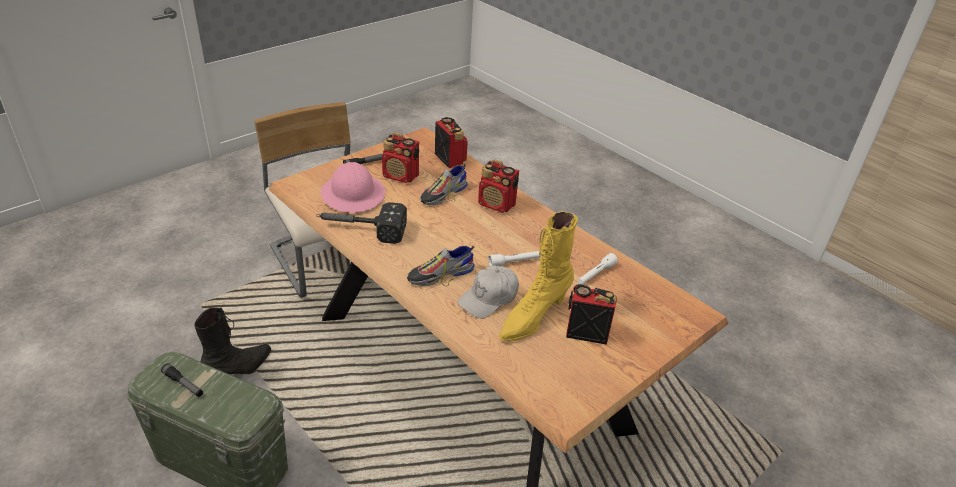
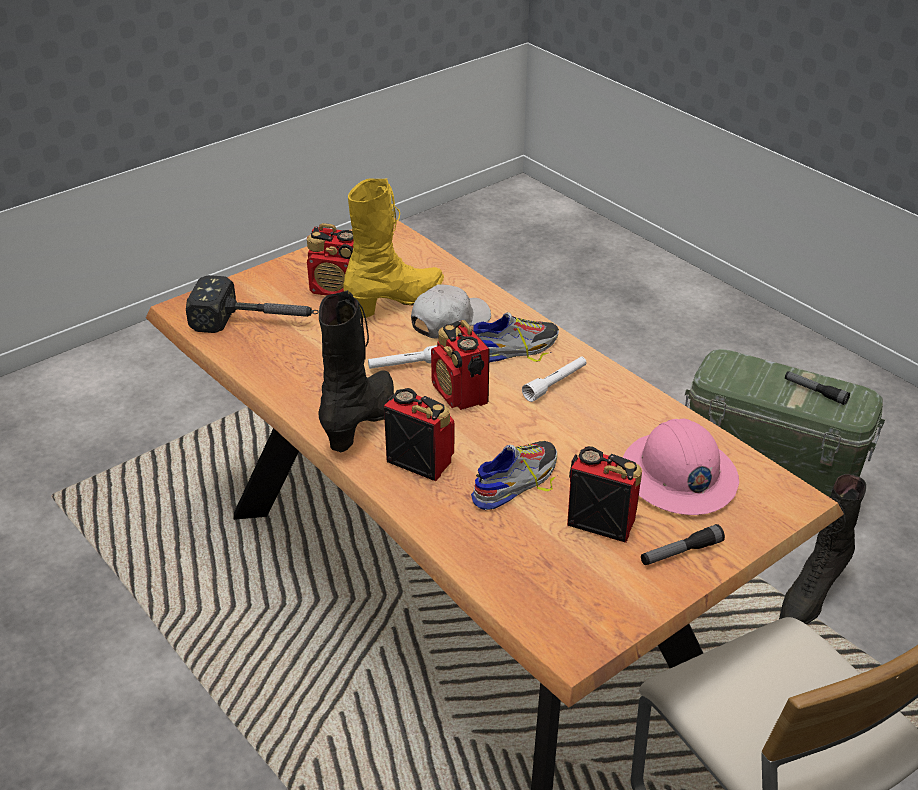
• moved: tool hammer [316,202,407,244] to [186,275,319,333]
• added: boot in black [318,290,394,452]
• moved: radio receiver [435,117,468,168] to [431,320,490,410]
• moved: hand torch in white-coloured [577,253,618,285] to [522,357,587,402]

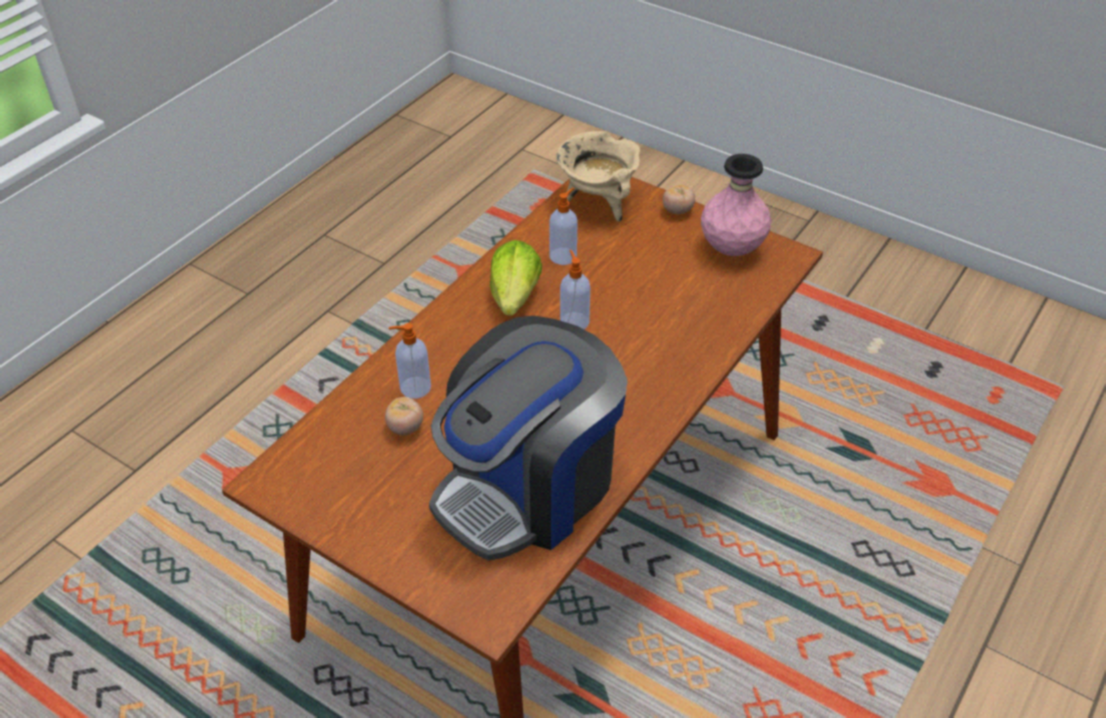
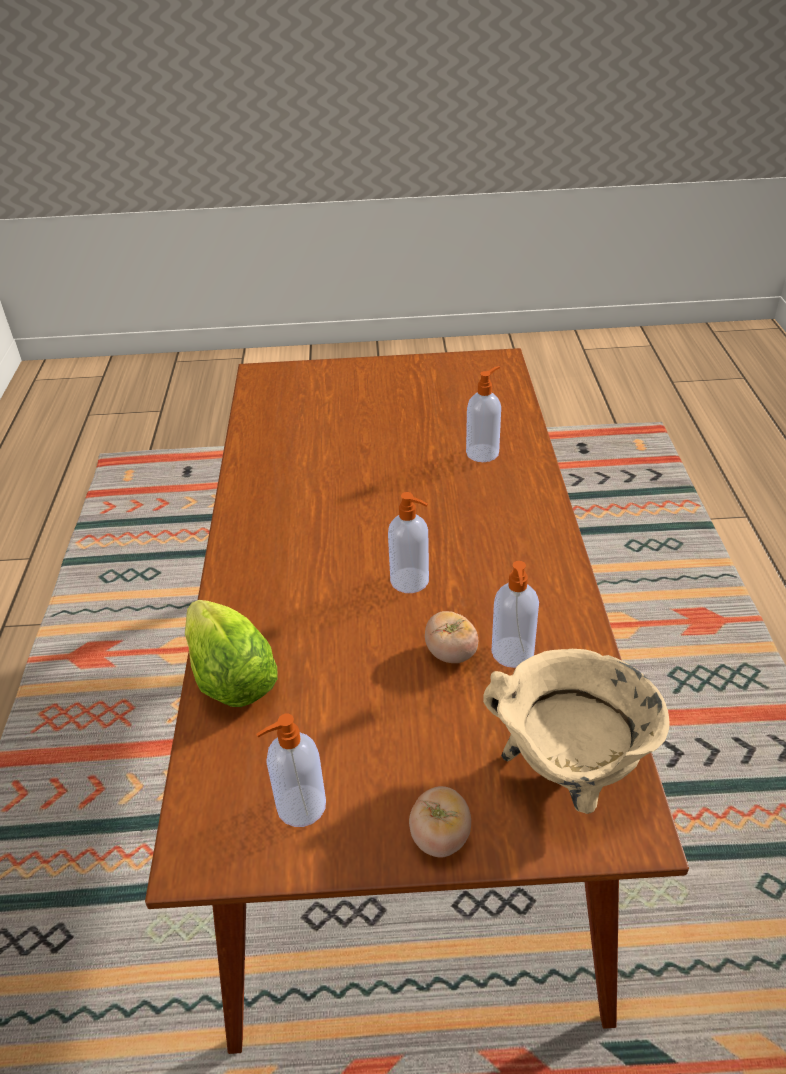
• moved: lettuce [490,240,542,316] to [185,600,278,707]
• replaced: decorative vase in pinkish [701,154,771,256] to liquid soap bottle [256,714,326,827]
• moved: tomato [385,397,423,436] to [425,611,478,663]
• removed: coffee maker [429,316,628,561]

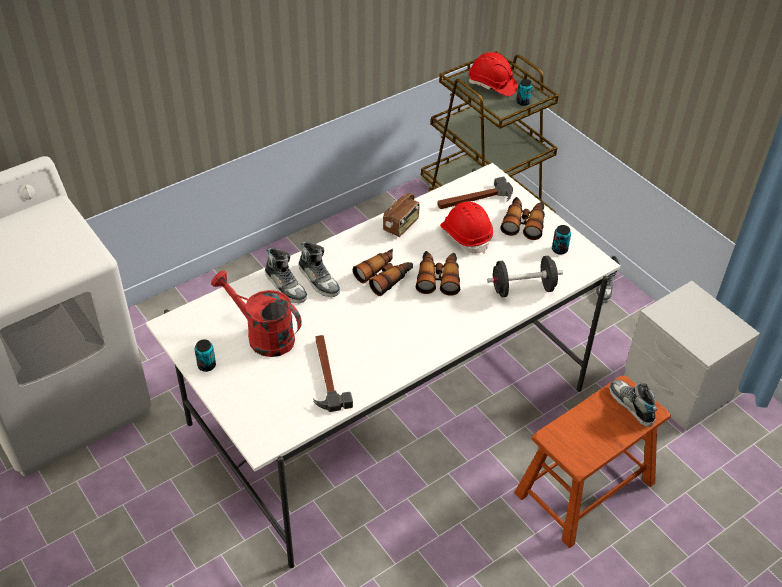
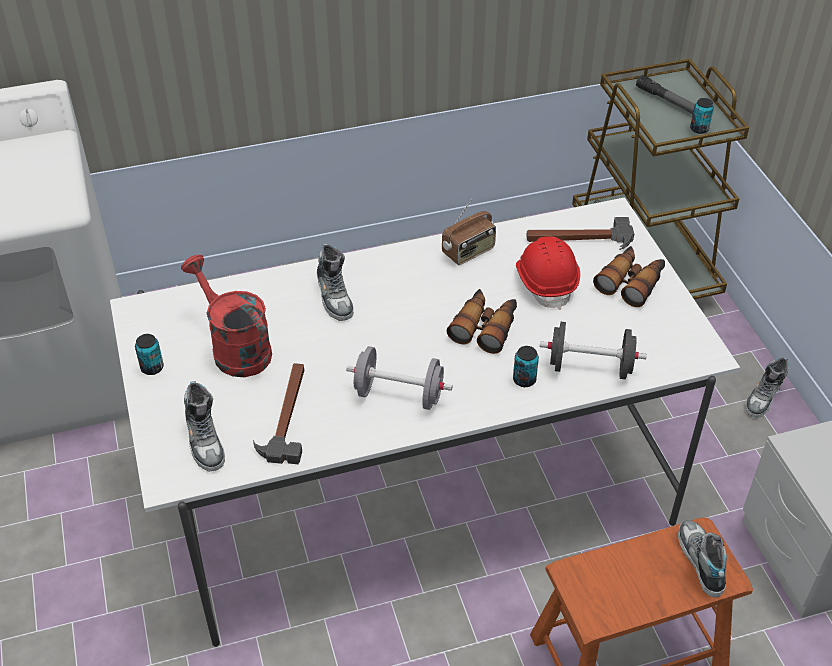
• moved: low shoe [265,248,307,304] to [184,381,225,472]
• added: free weight in grey [346,346,453,410]
• moved: can [552,225,571,255] to [513,346,539,387]
• replaced: safety helmet in reddish [469,52,518,96] to hand torch [636,75,695,114]
• removed: binoculars [353,249,413,296]

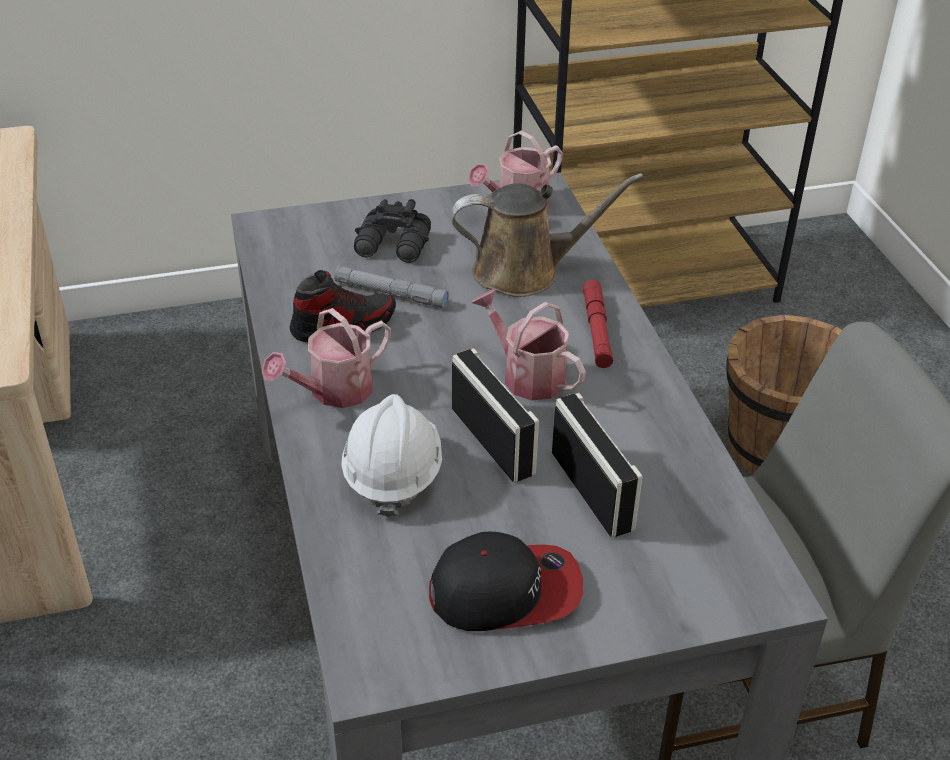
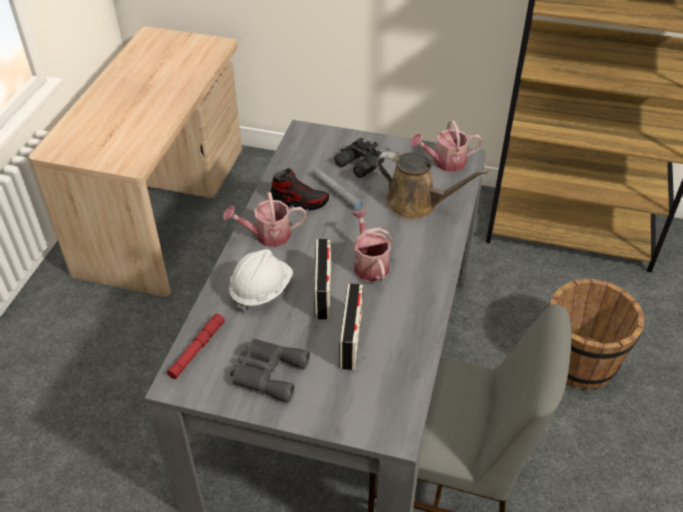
• moved: hand torch in reddish [583,280,613,368] to [167,313,225,379]
• replaced: peaked cap [429,532,583,631] to binoculars in grey [230,339,310,403]

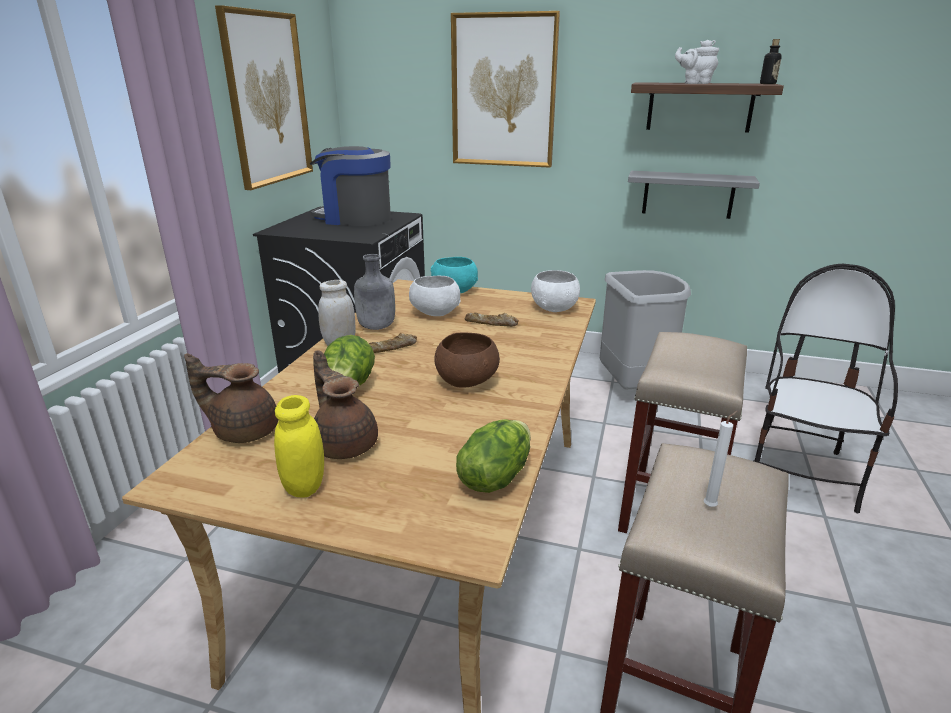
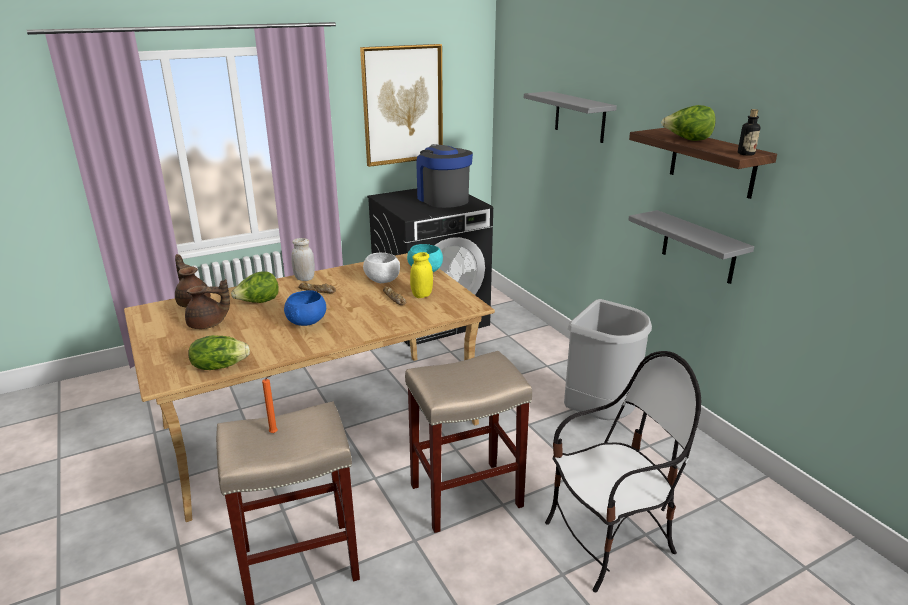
• turned: tea pot in brownish [313,350,378,459] = [185,279,230,329] 75 degrees clockwise
• recoloured: candle in white-coloured [704,411,738,507] to candle in orange [262,375,278,433]
• recoloured: serving bowl in brownish [434,333,500,388] to serving bowl in blue-coloured [284,290,326,326]
• moved: storage jar in yellow [274,395,324,498] to [410,252,433,298]
• replaced: picture [451,11,560,168] to wall shelf in grey [524,91,617,143]
• replaced: tea pot in white-coloured [675,39,719,84] to lettuce [661,105,716,141]
• removed: beverage bottle in grey [354,254,395,330]
• removed: serving bowl in white-coloured [531,270,580,312]

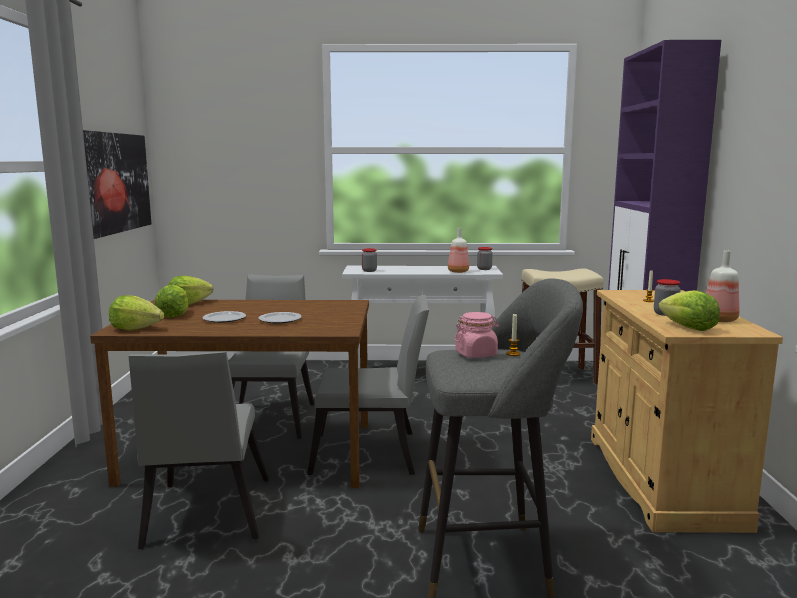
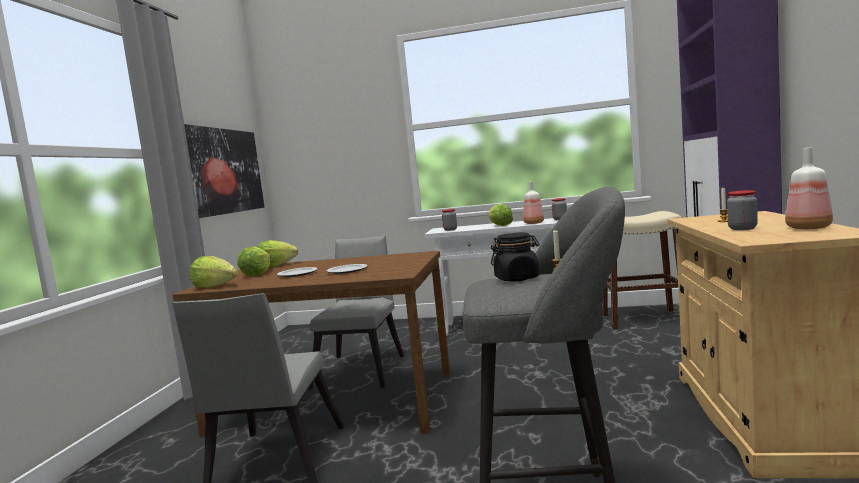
• moved: lettuce [658,290,720,331] to [488,204,513,226]
• recoloured: storage jar in pinkish [455,312,499,358] to storage jar in black [491,232,540,281]
• removed: plain chair in grey [307,295,429,475]

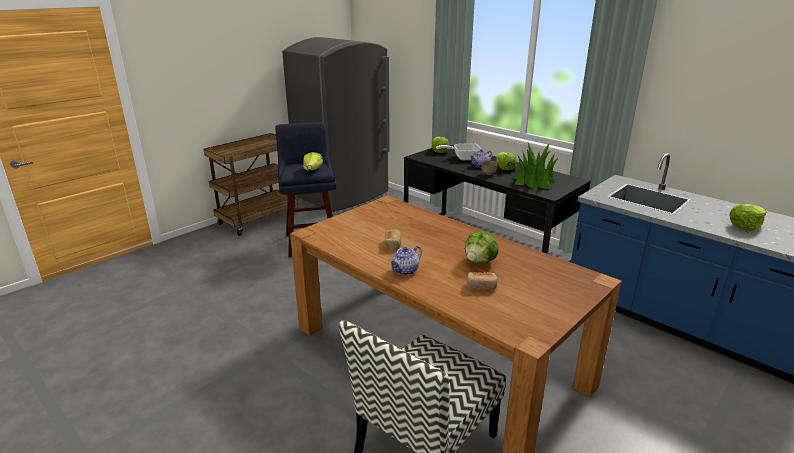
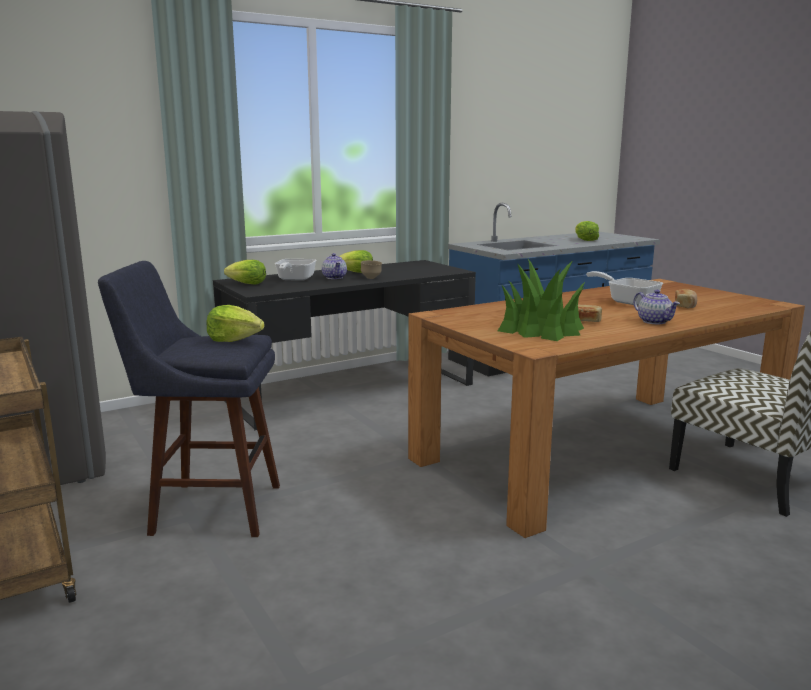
• moved: potted plant [514,143,558,189] to [498,259,585,341]
• replaced: lettuce [465,231,499,264] to skillet [586,271,663,306]

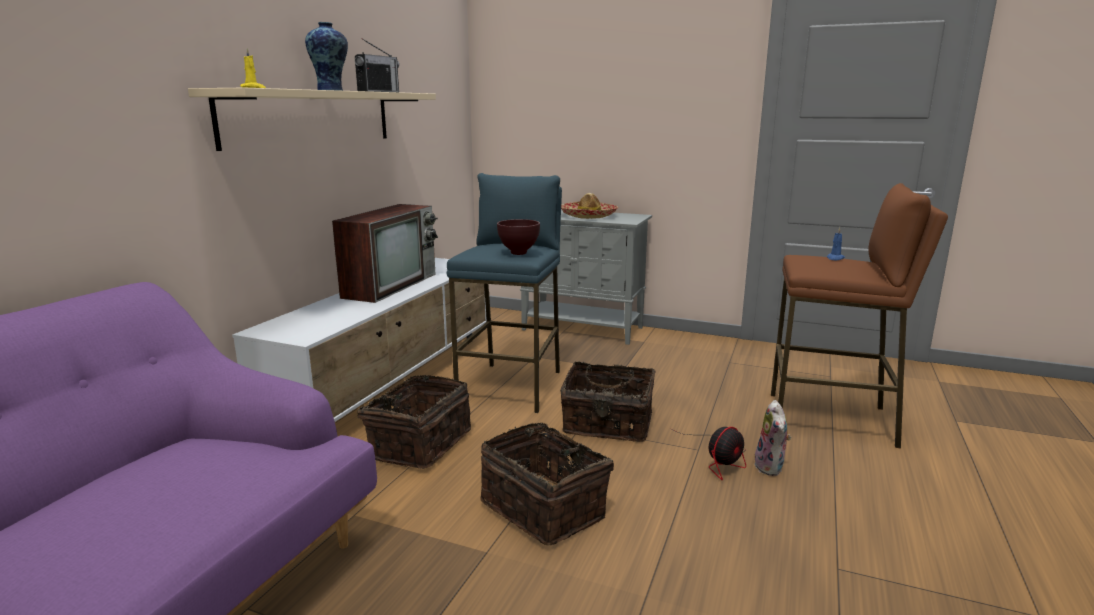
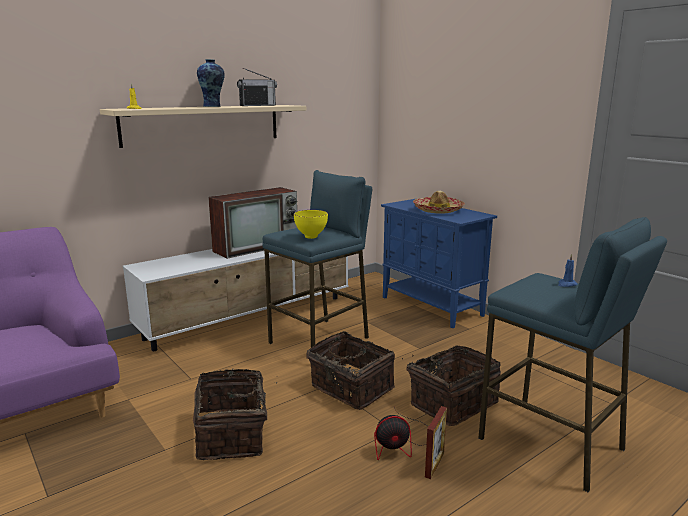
• recoloured: serving bowl in brownish [497,219,540,255] to serving bowl in yellow [294,210,328,239]
• recoloured: cabinet in grey [520,209,652,345] to cabinet in blue-coloured [381,199,497,328]
• moved: household basket [348,375,471,469] to [401,345,501,426]
• replaced: plush toy [754,400,791,476] to photo frame [425,406,447,479]
• recoloured: sitting stool in brownish [771,183,948,449] to sitting stool in blue-coloured [478,217,667,492]

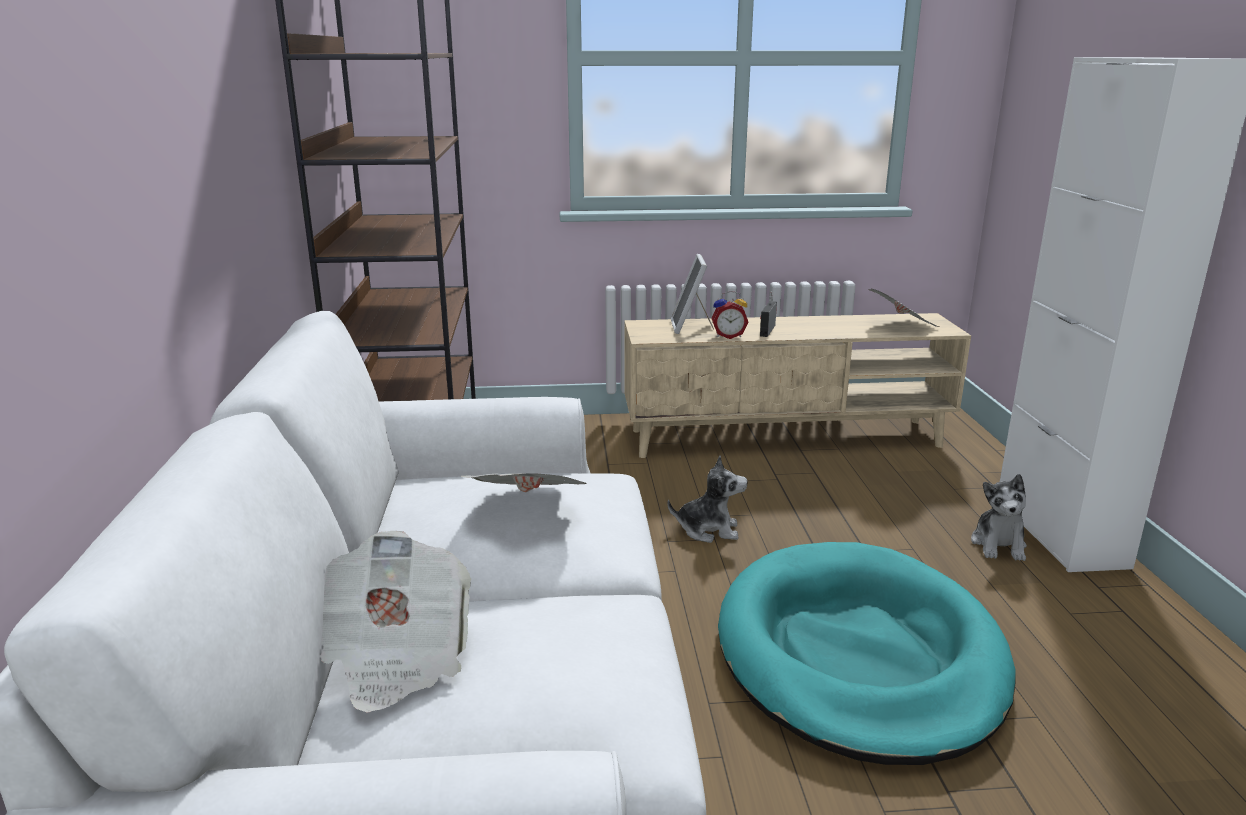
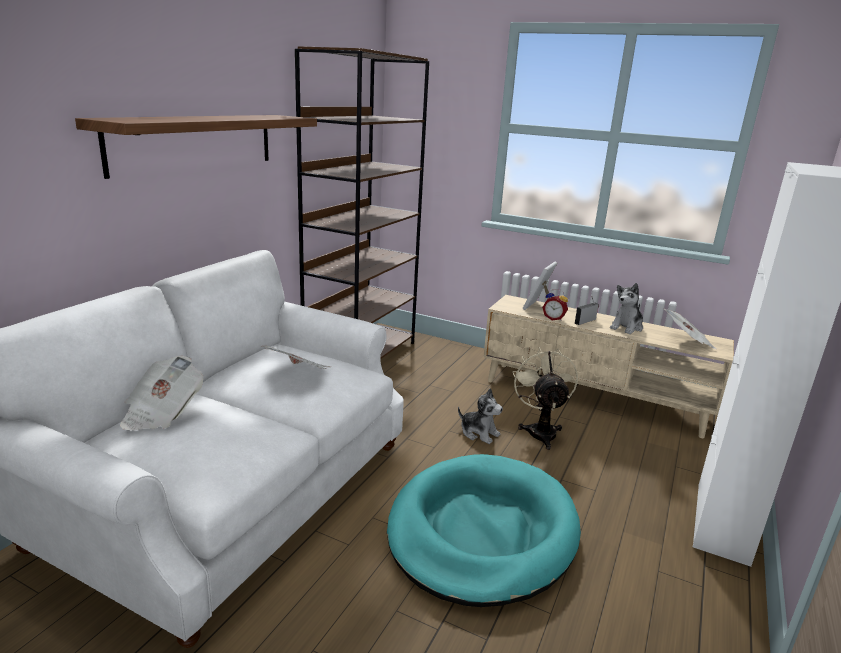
• added: wall shelf [75,115,317,179]
• added: fan in sand-coloured [513,347,578,450]
• moved: plush toy [971,474,1027,561] to [610,283,643,334]

